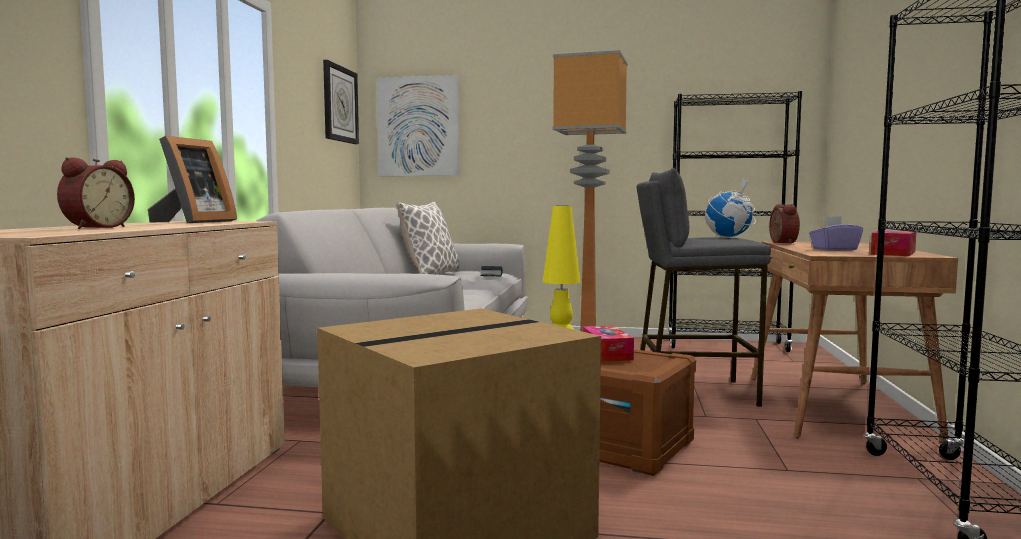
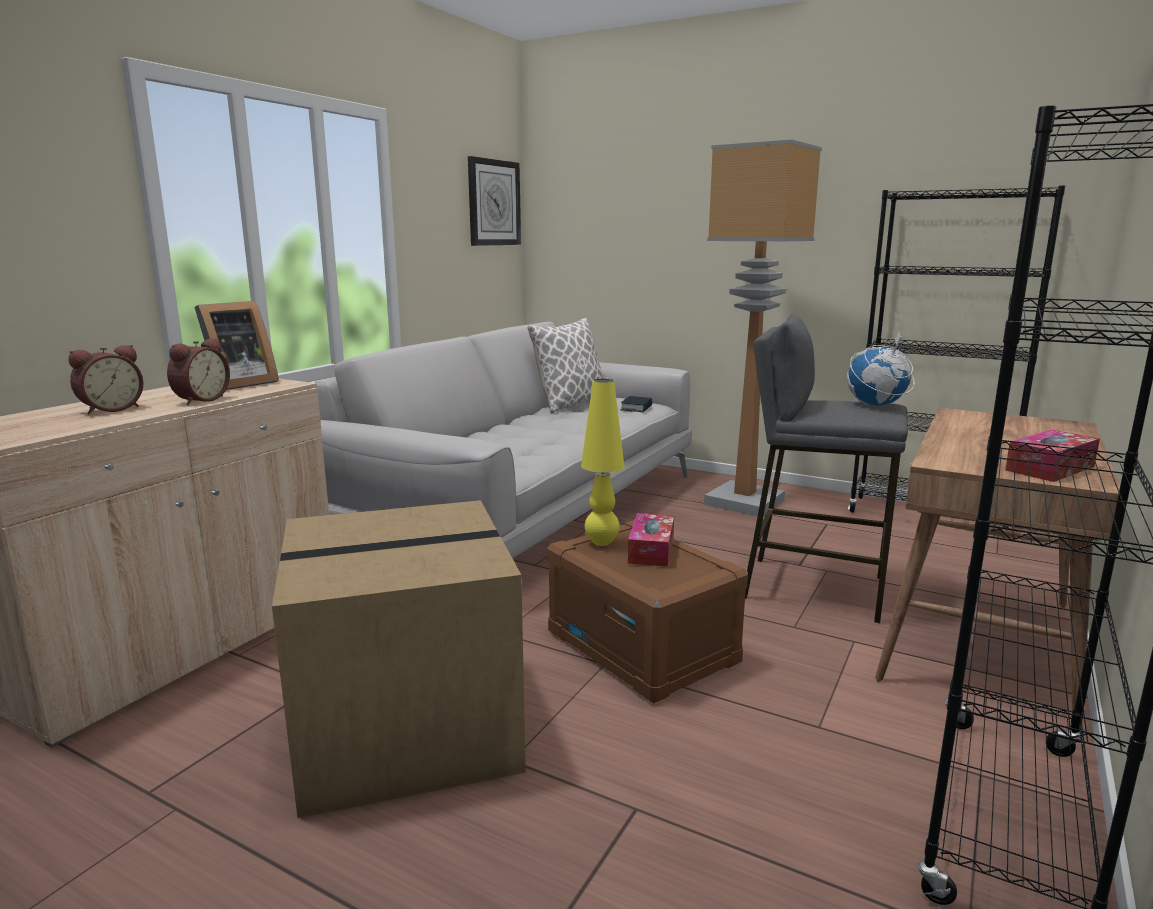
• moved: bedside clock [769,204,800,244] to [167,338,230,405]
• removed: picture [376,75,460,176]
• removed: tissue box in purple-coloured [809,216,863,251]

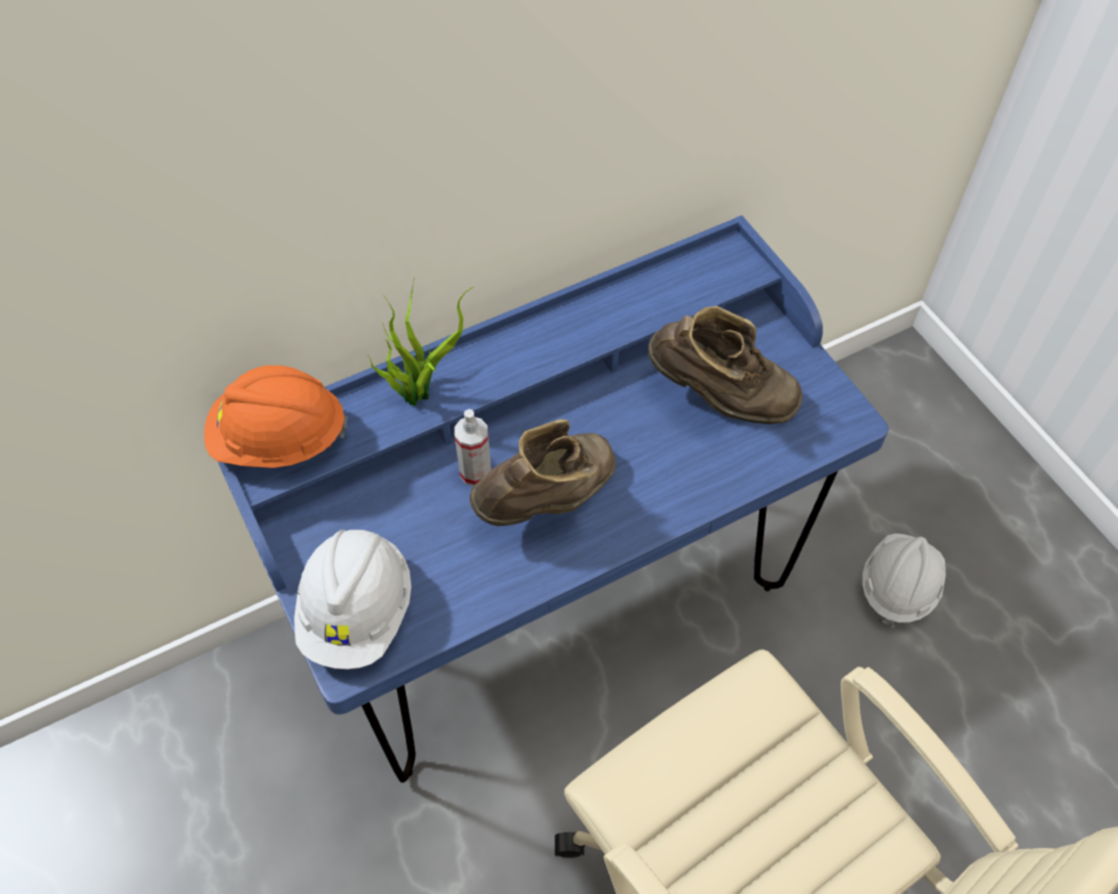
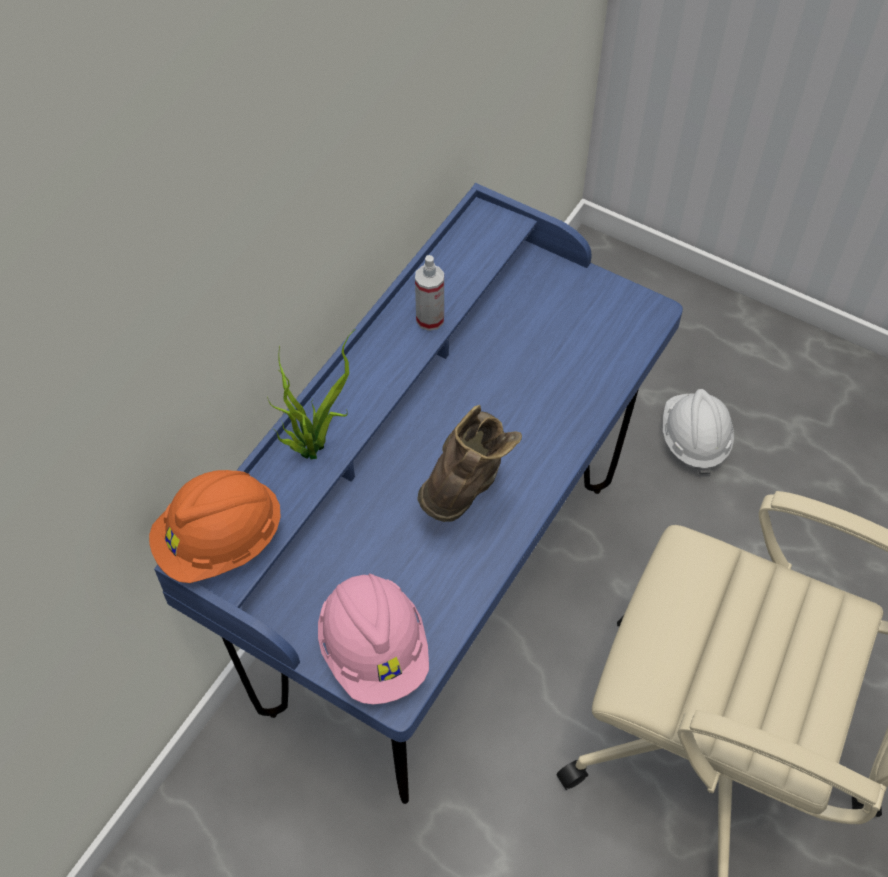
• recoloured: safety helmet in white-coloured [294,529,411,669] to safety helmet in pinkish [318,574,429,704]
• moved: sprayer [454,409,491,486] to [415,255,444,331]
• removed: boot in brownish [648,306,803,424]

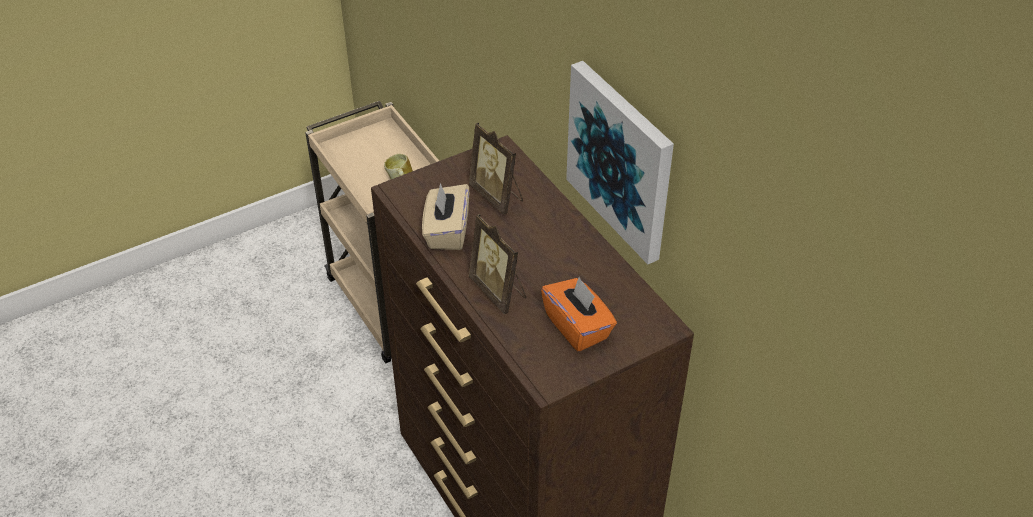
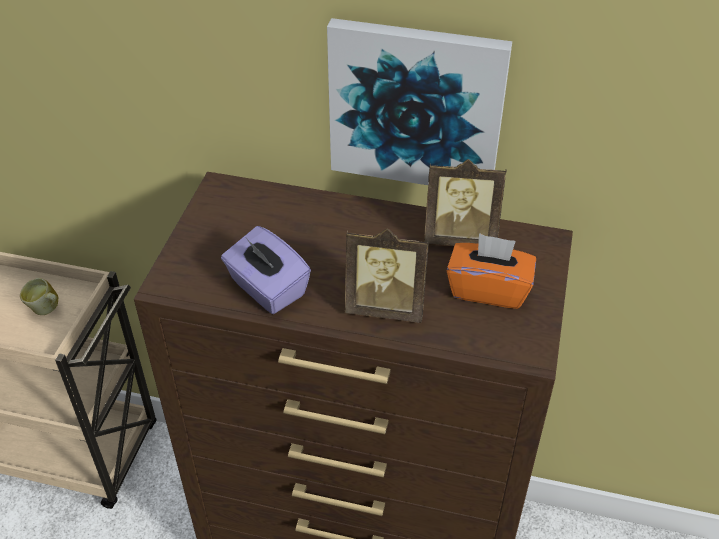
• recoloured: tissue box in sand-coloured [422,183,469,250] to tissue box in purple-coloured [221,226,311,314]
• moved: photo frame [469,123,523,215] to [424,159,506,246]

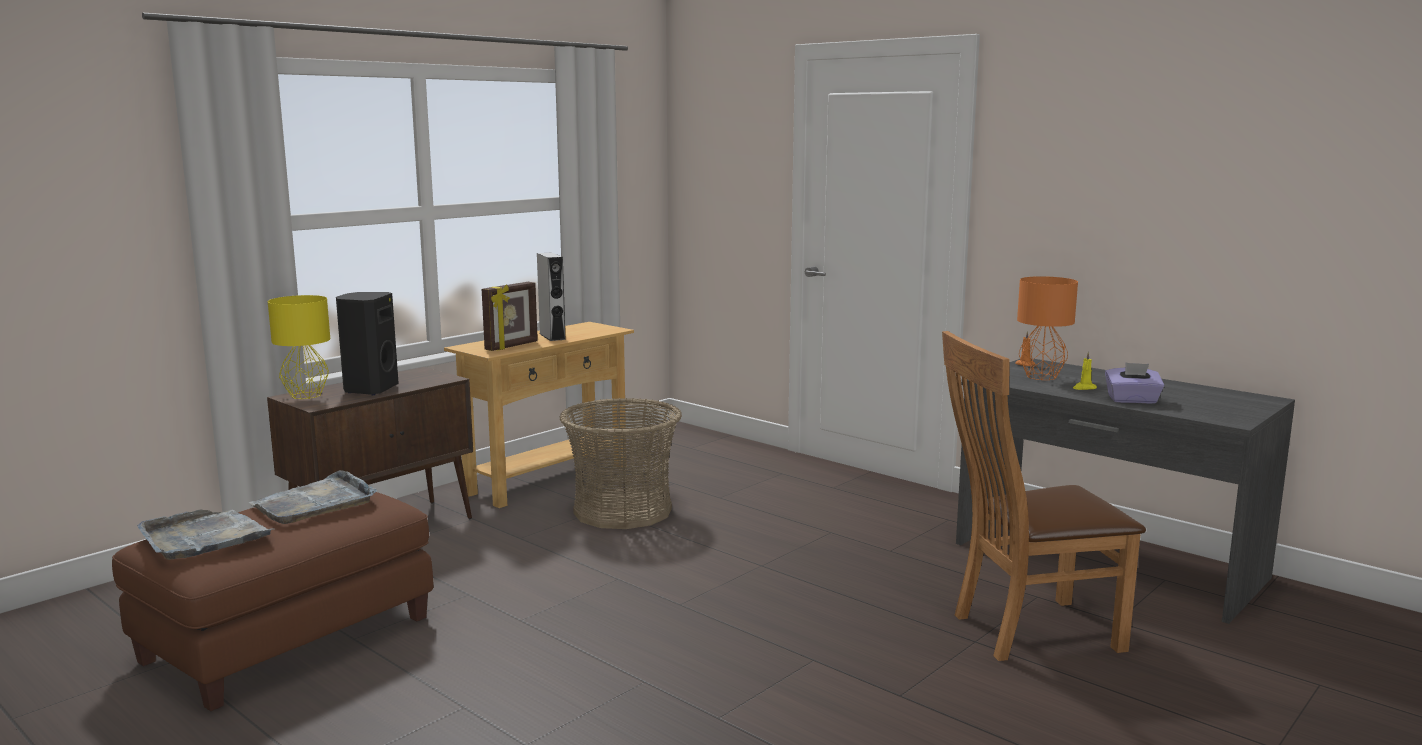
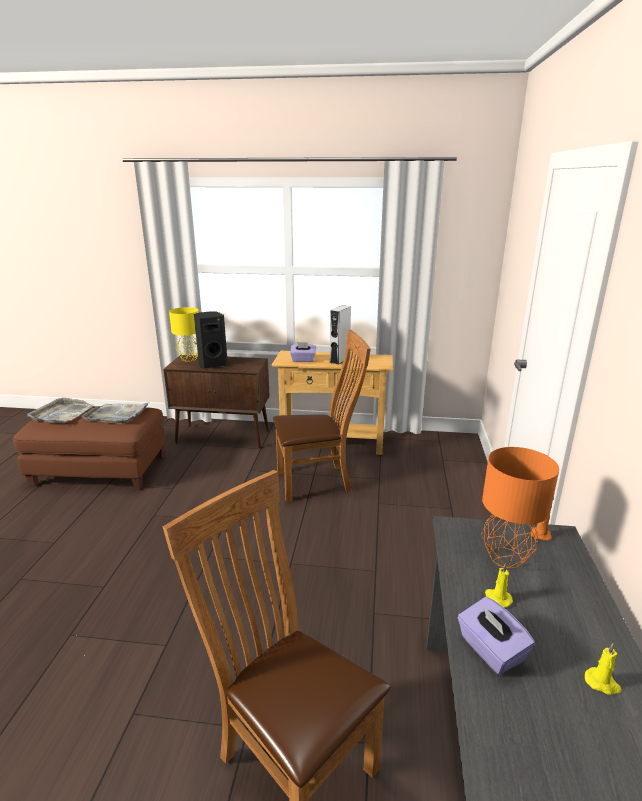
• replaced: household basket [560,398,682,529] to plain chair in brownish [273,329,371,502]
• replaced: photo frame [482,282,538,351] to tissue box in purple-coloured [290,342,316,362]
• added: candle in yellow [585,643,622,695]

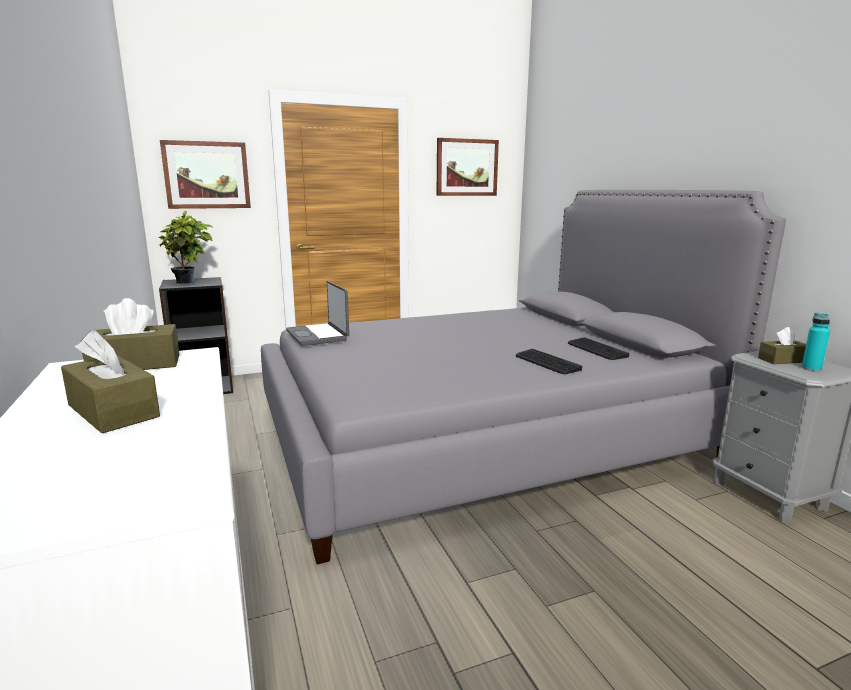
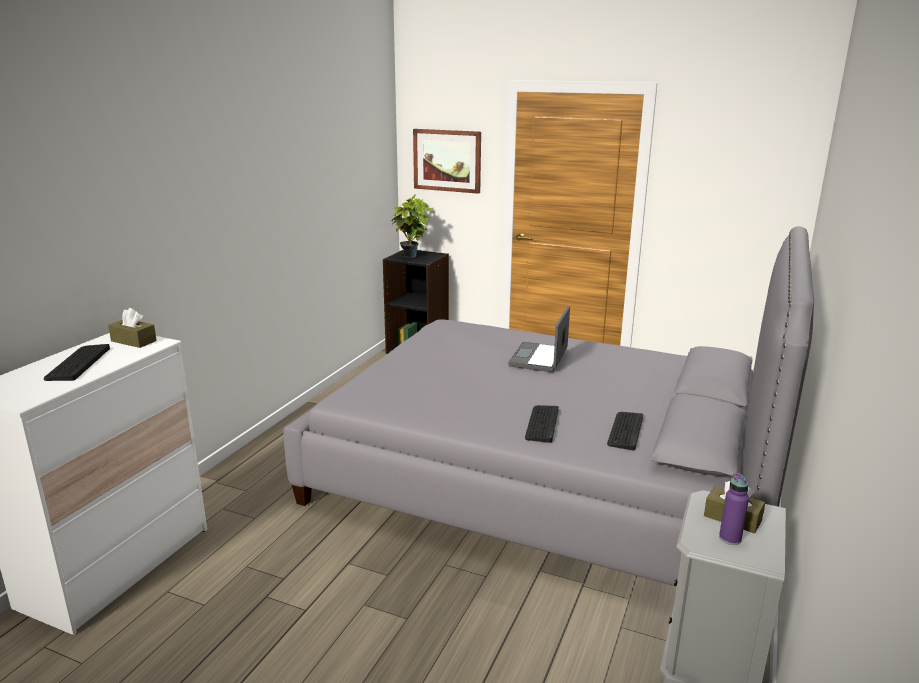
• replaced: tissue box in brownish [61,330,160,433] to computer keyboard [44,344,110,381]
• moved: laptop [286,281,349,346] to [508,306,570,372]
• recoloured: beverage bottle in turquoise-coloured [802,313,830,371] to beverage bottle in purple-coloured [719,473,749,545]
• removed: picture [437,138,499,196]

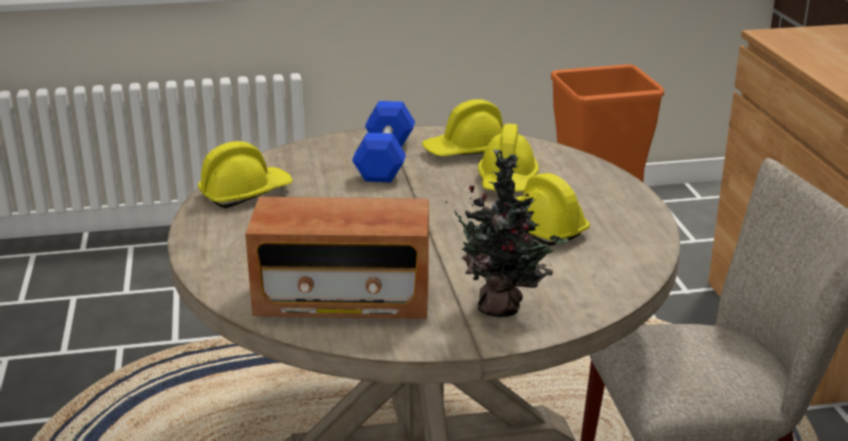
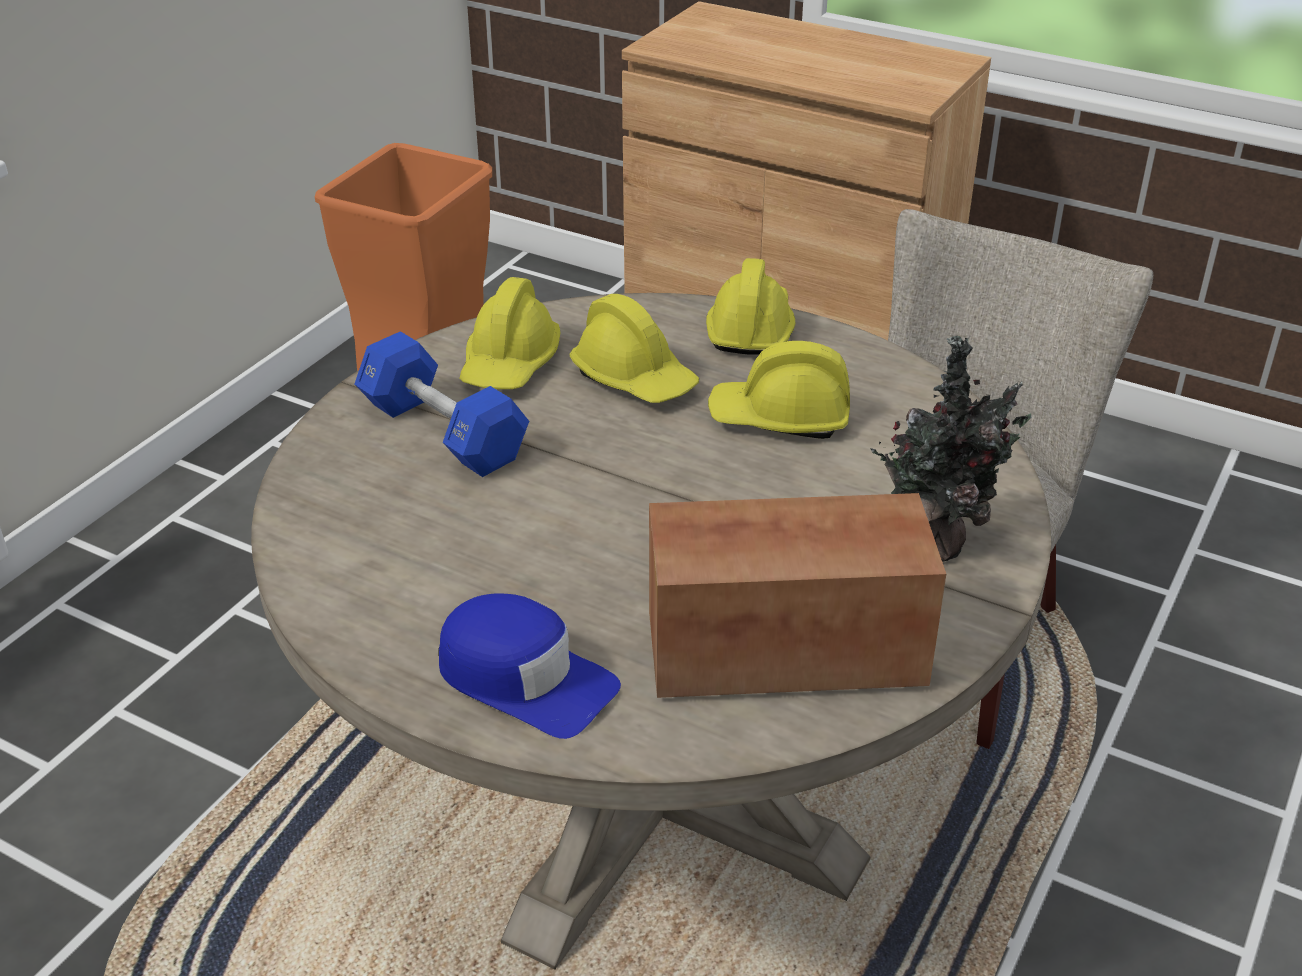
• added: peaked cap in blue-coloured [438,593,621,739]
• turned: radio receiver [245,197,429,319] = [649,493,946,698] 135 degrees counterclockwise
• moved: safety helmet in yellow [198,141,293,208] to [706,258,795,355]

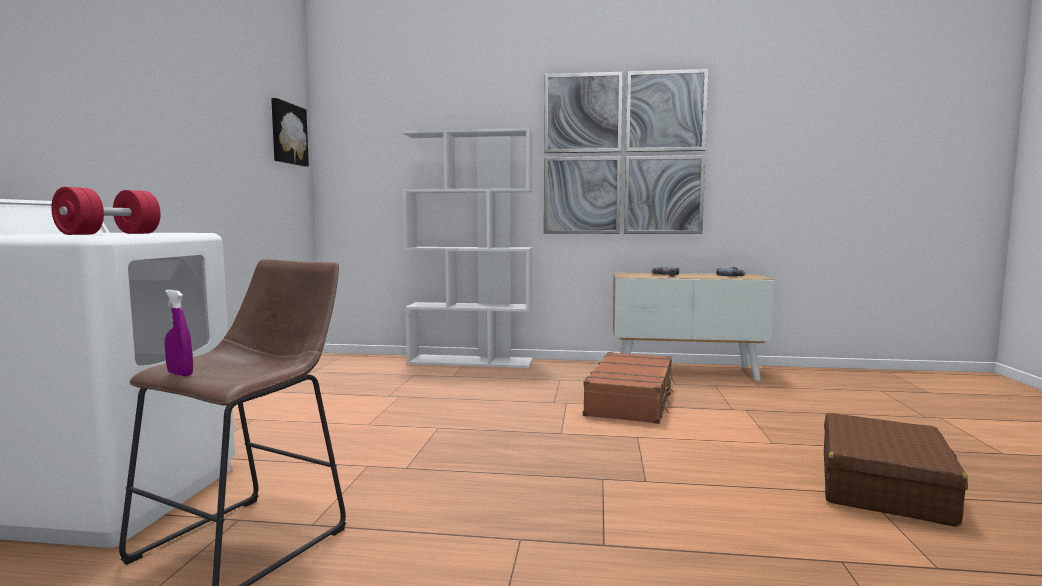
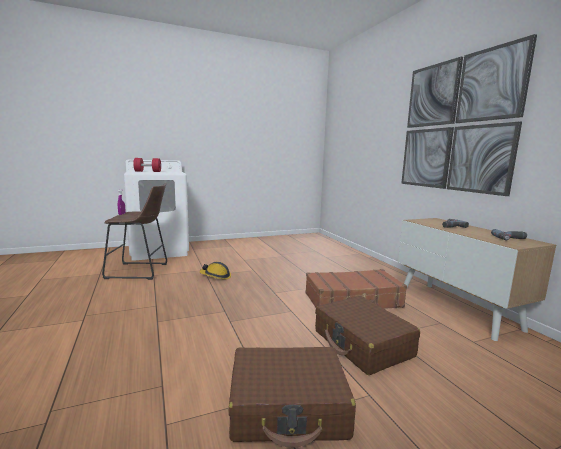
• added: safety helmet [200,262,231,279]
• added: suitcase in brownish [315,296,420,375]
• removed: picture [271,98,309,167]
• removed: shelving unit in white-coloured [401,128,533,368]

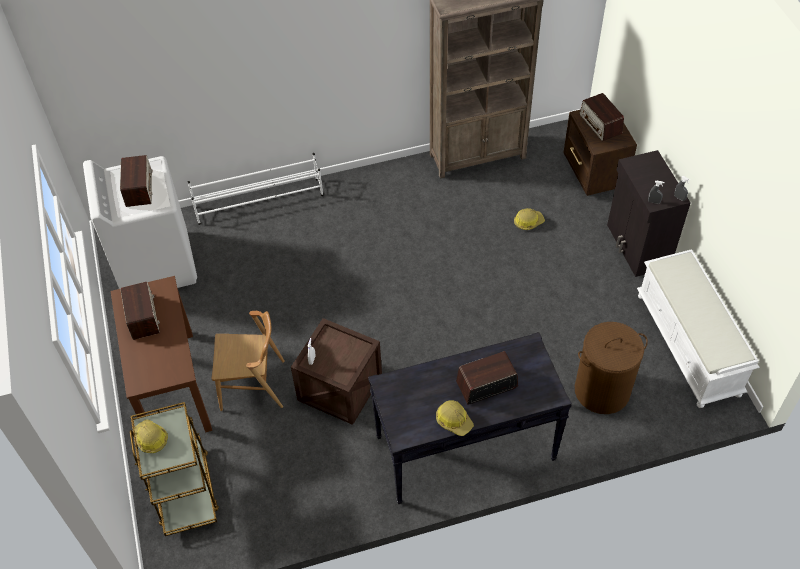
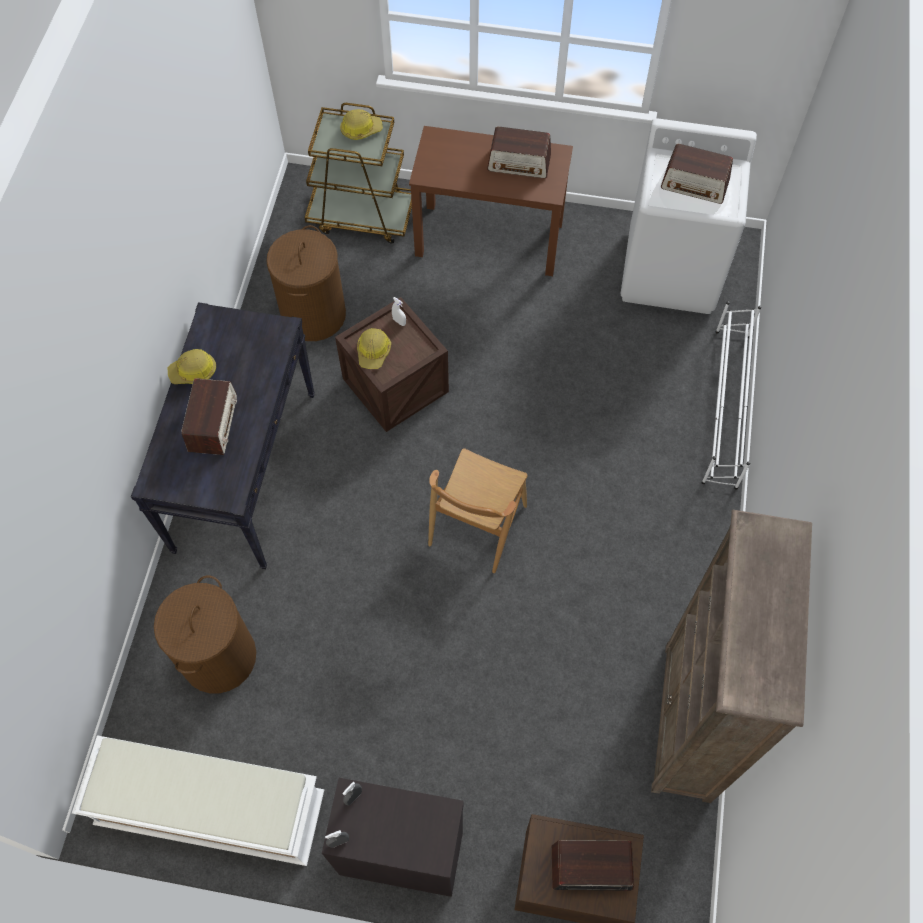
• added: washing basket in brownish [266,225,346,341]
• moved: safety helmet [514,208,545,230] to [357,328,391,369]
• moved: plain chair in brownish [212,311,285,411] to [428,448,527,573]

